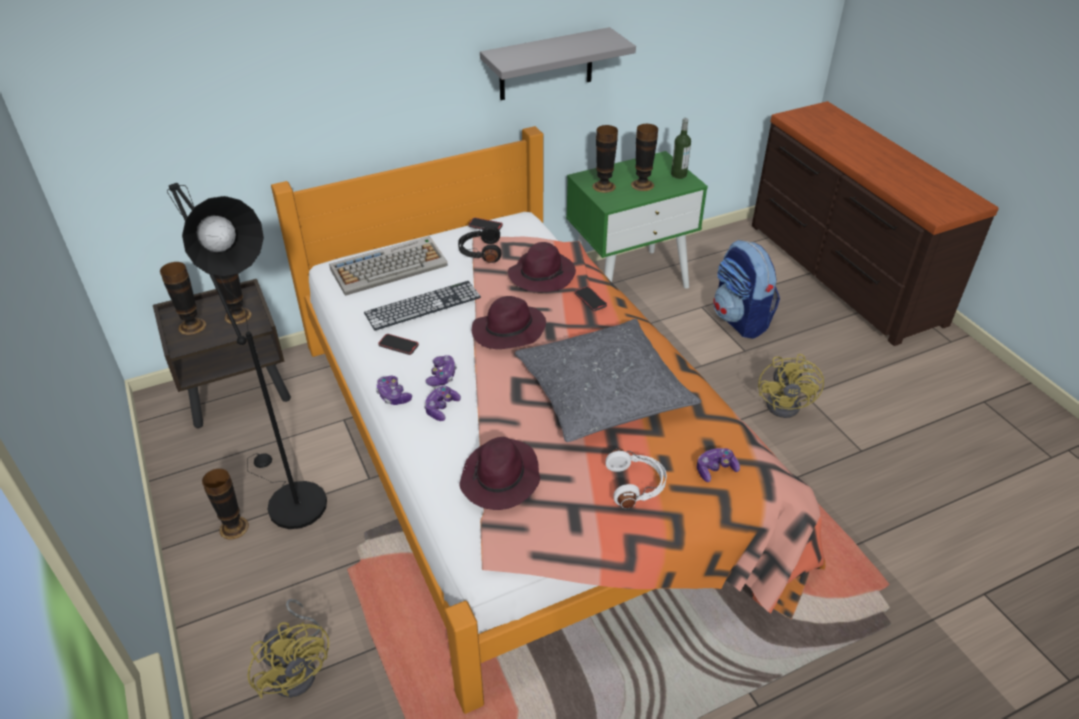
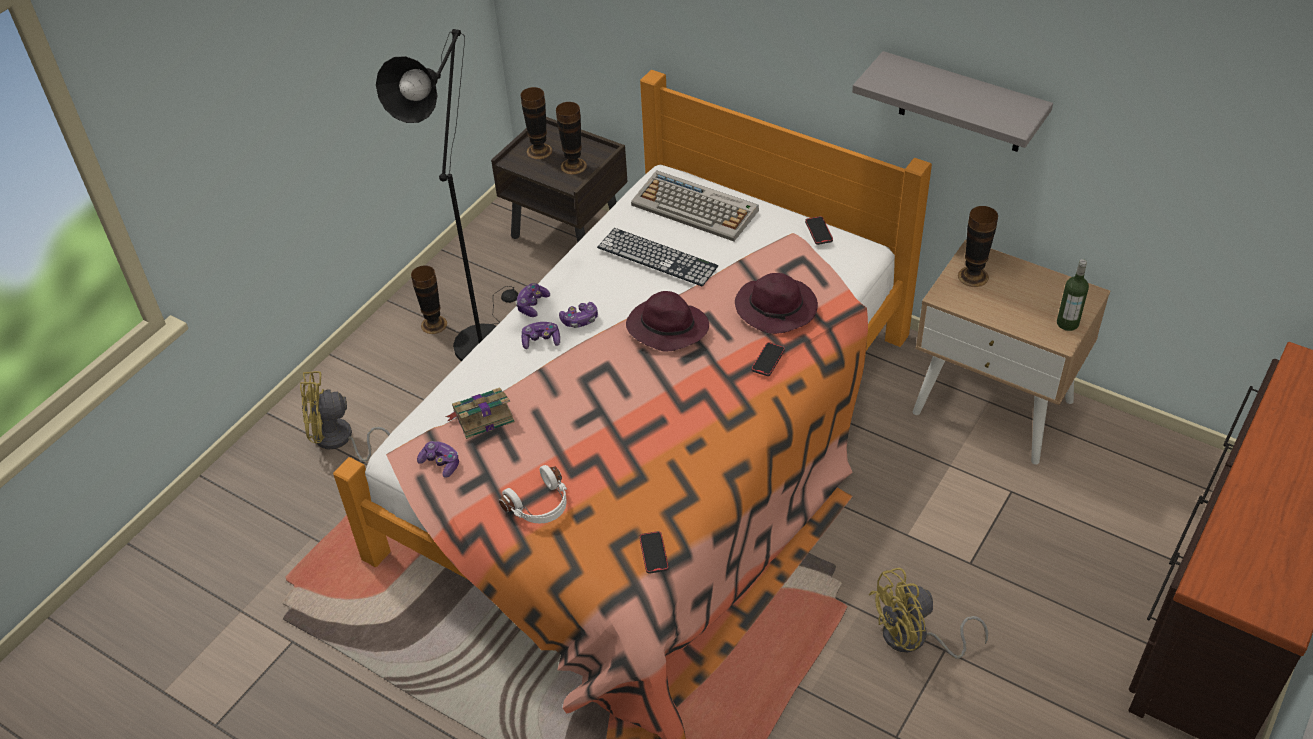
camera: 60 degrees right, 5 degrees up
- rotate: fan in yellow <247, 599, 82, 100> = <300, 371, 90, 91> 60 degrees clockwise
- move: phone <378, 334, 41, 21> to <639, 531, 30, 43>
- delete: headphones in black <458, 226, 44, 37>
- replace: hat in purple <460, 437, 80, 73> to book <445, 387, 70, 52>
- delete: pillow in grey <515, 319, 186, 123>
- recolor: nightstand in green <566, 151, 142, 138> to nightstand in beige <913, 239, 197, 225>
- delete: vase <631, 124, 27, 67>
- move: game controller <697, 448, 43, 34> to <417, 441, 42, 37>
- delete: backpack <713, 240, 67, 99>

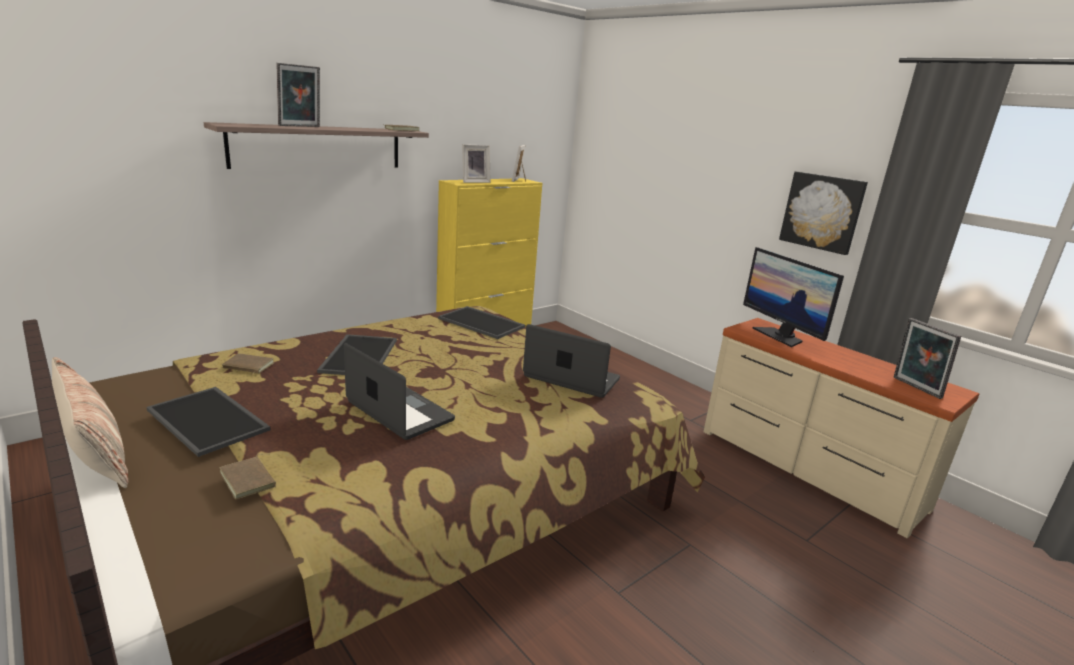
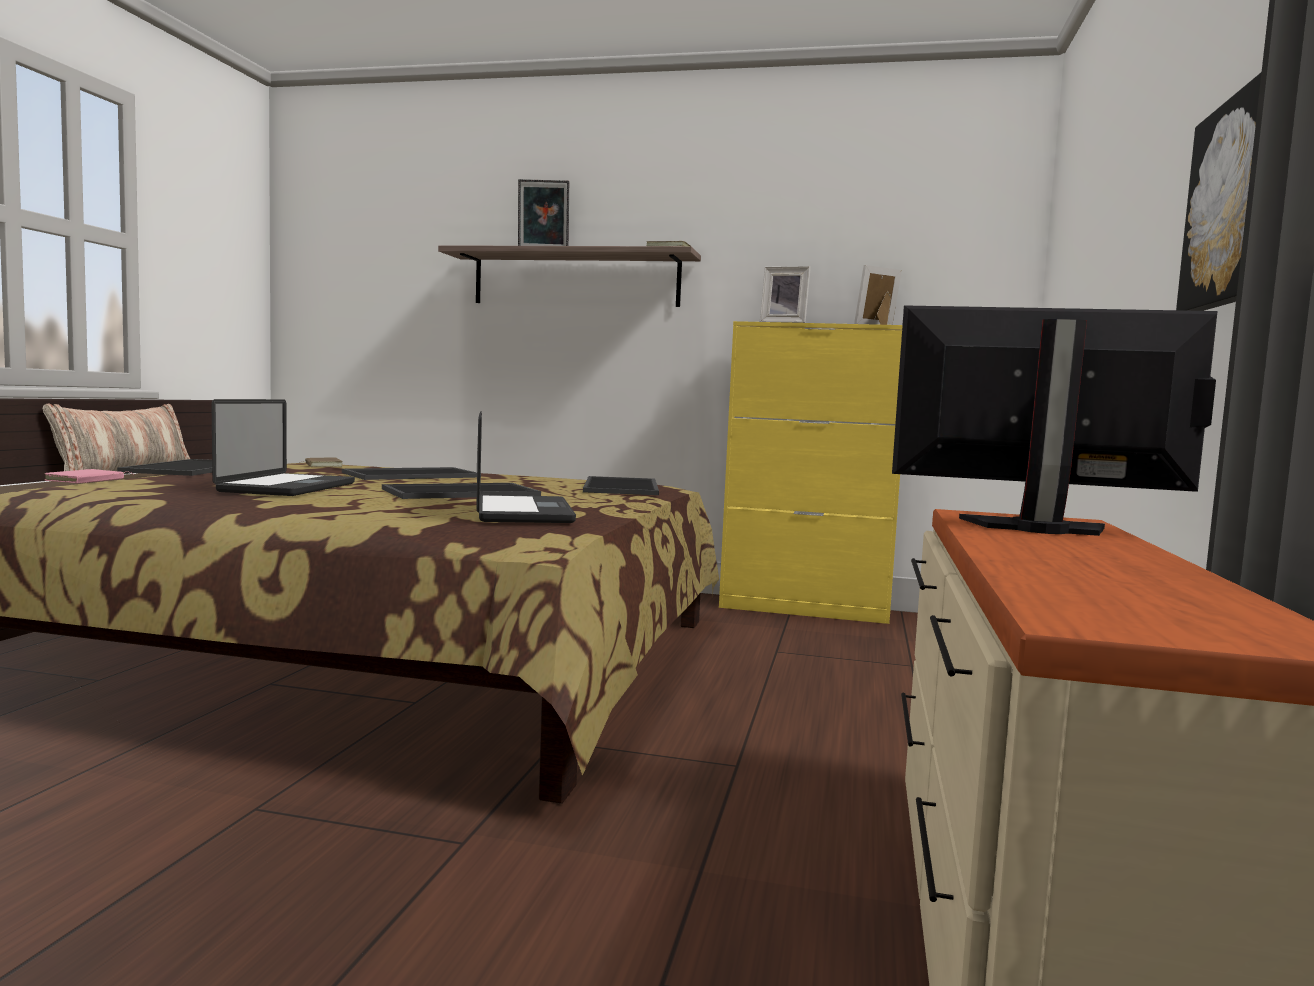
camera: 55 degrees right, 15 degrees down
- recolor: book in brown <220, 454, 56, 46> to book in pink <45, 469, 88, 14>
- rotate: monitor <743, 247, 101, 100> = <892, 305, 326, 231> 75 degrees clockwise
- delete: picture frame <893, 318, 68, 81>
- insert: tray <382, 483, 159, 16>

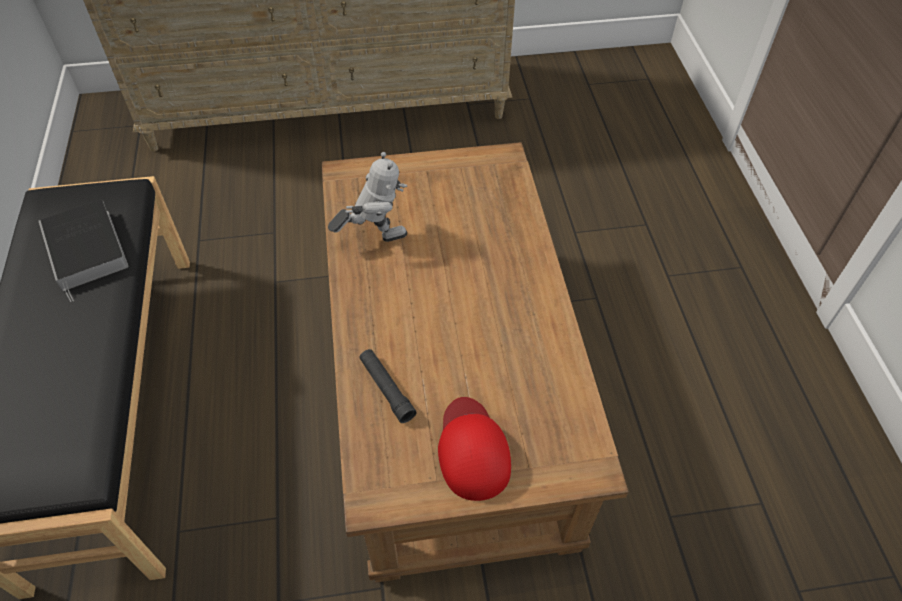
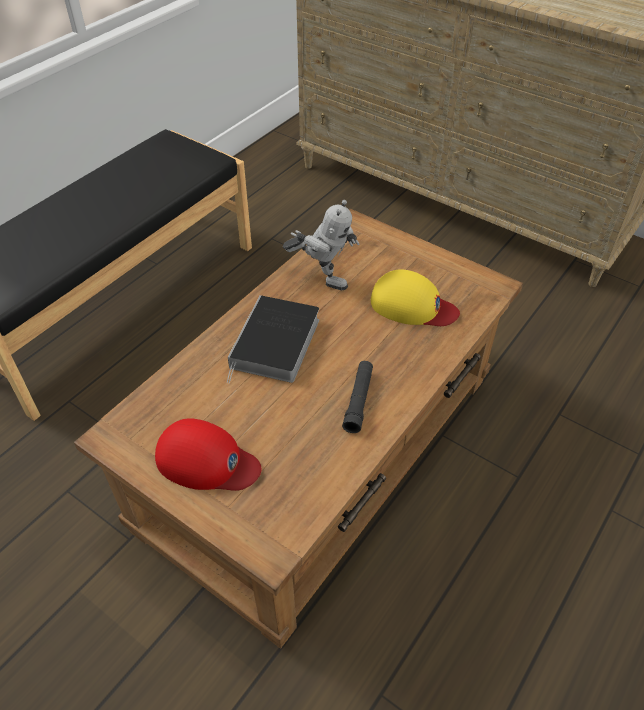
camera: 45 degrees right, 5 degrees down
- move: book <39, 200, 89, 102> to <227, 295, 92, 89>
- move: flashlight in black <360, 349, 57, 74> to <342, 361, 31, 72>
- rotate: cap in red <438, 397, 73, 104> = <155, 418, 106, 73> 75 degrees clockwise
- insert: cap in yellow <371, 269, 89, 57>

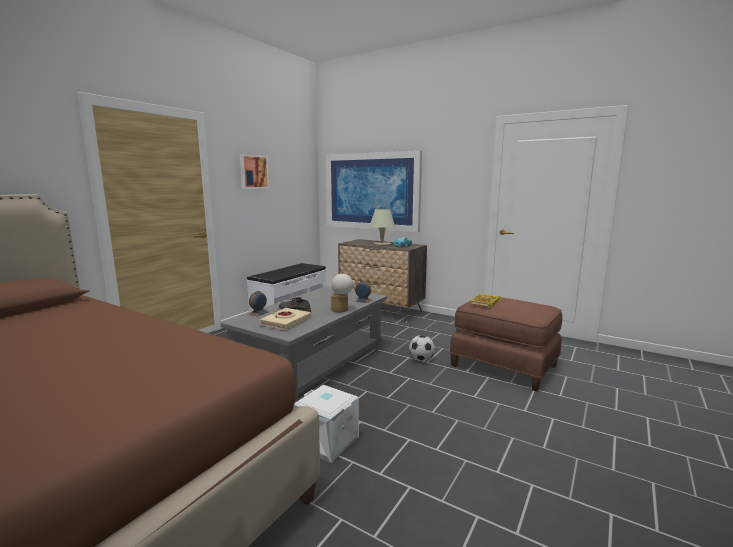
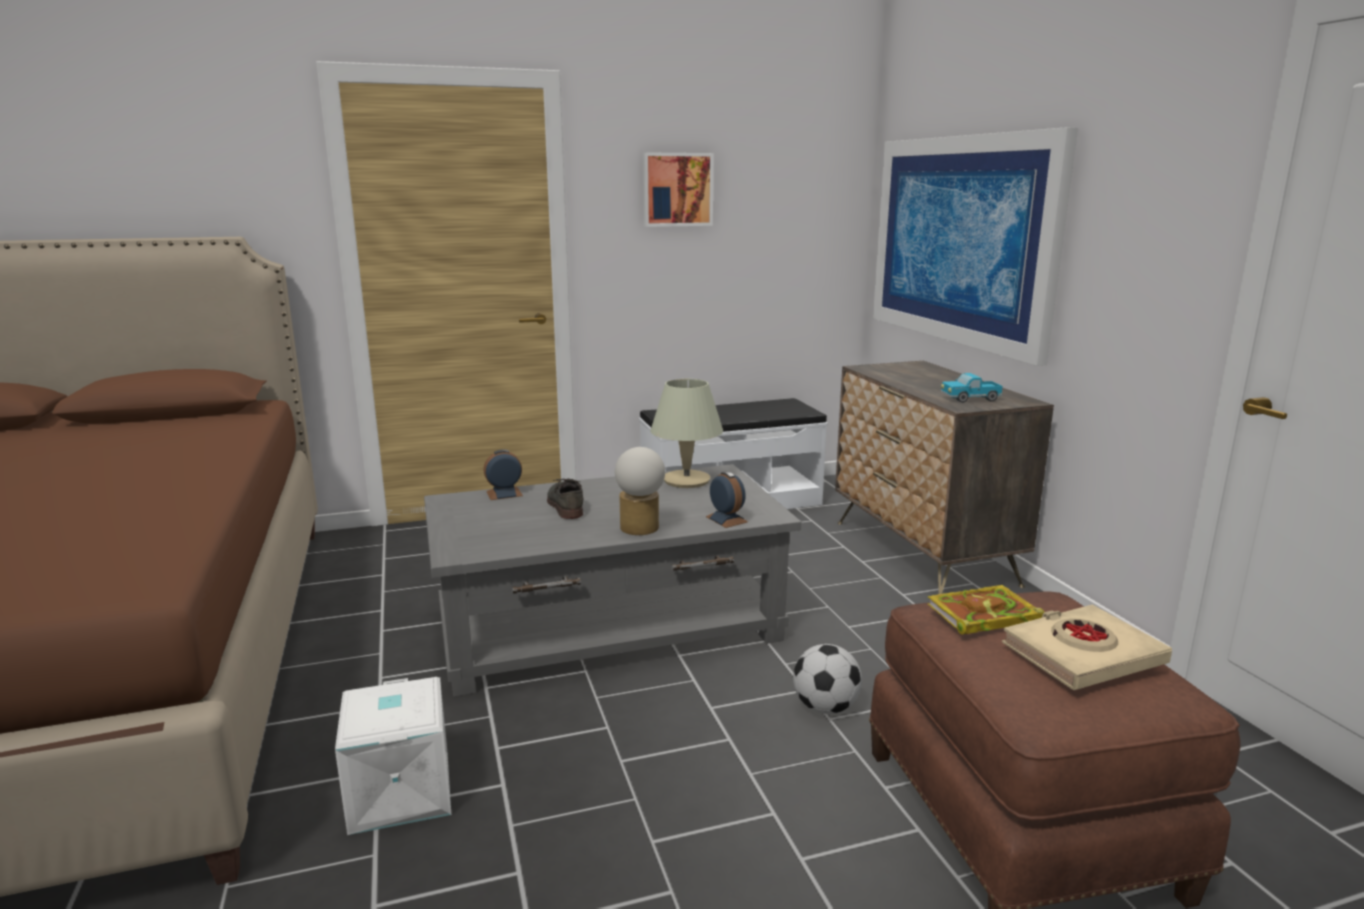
camera: 40 degrees right, 5 degrees up
- move: book in beige <260, 308, 51, 22> to <1002, 604, 170, 86>
- move: table lamp in beige <370, 209, 25, 37> to <650, 379, 73, 109>

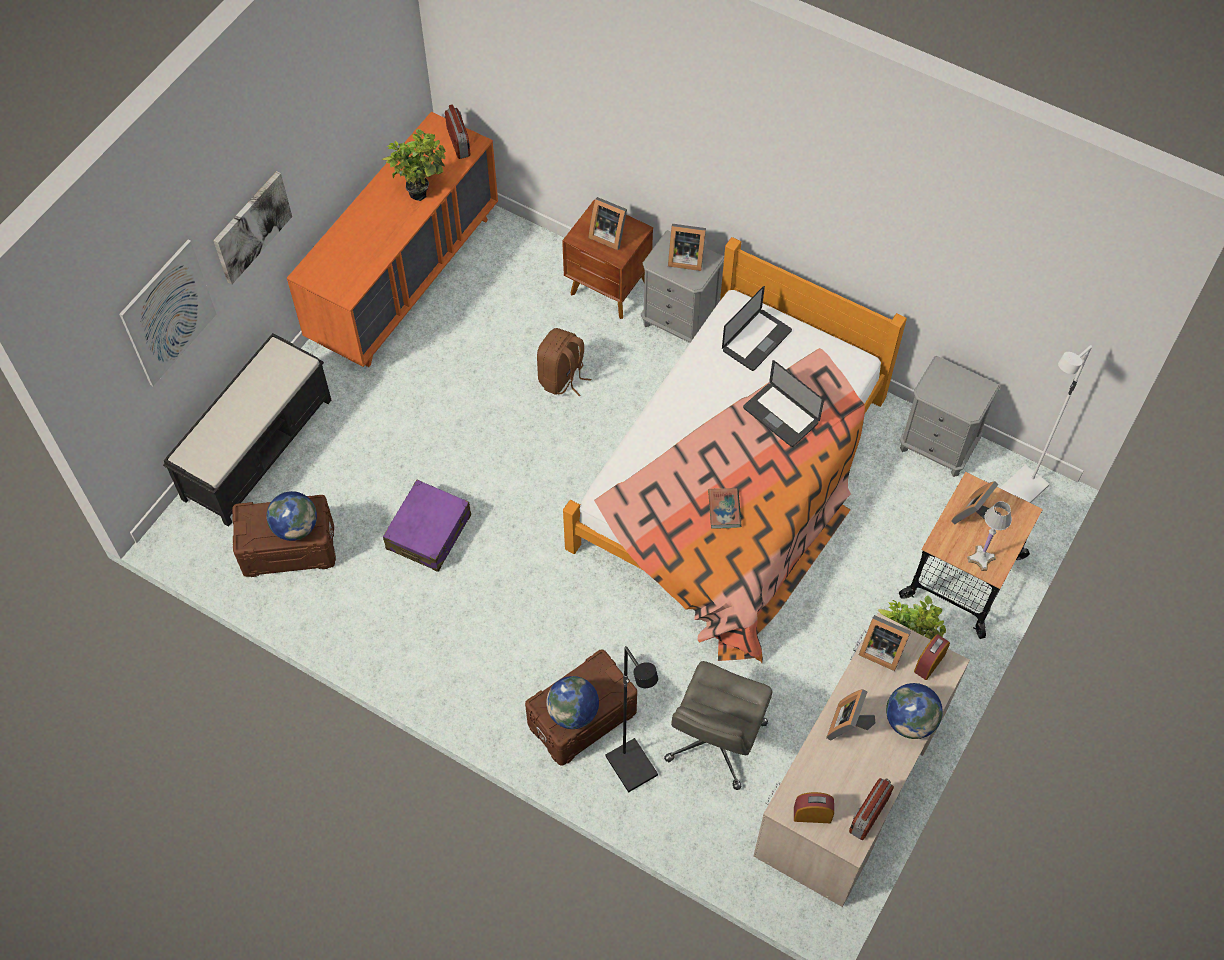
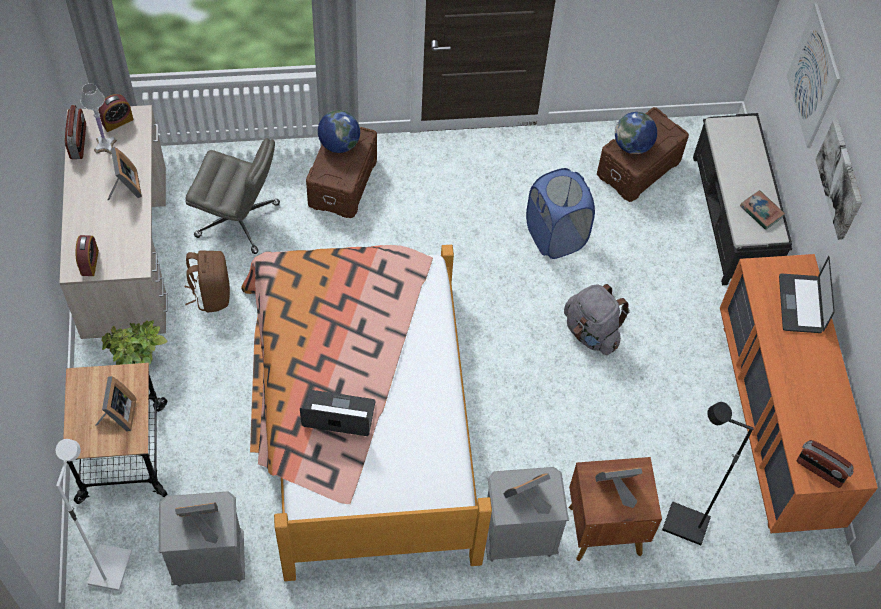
camera: 140 degrees right, 0 degrees up
- delete: potted plant <382, 129, 64, 72>
- replace: suitcase in purple <383, 480, 88, 92> to laundry basket in blue <526, 168, 69, 91>
- move: backpack in brown <537, 328, 54, 69> to <185, 250, 45, 62>
- move: floor lamp in black <605, 646, 53, 147> to <662, 402, 92, 143>
- rotate: office chair in grey <664, 661, 108, 129> = <185, 138, 95, 116> 120 degrees clockwise
- move: book <708, 488, 34, 41> to <740, 190, 45, 40>
- move: laptop <722, 286, 70, 85> to <779, 256, 56, 77>
- move: picture frame <859, 615, 52, 56> to <175, 502, 44, 42>
- delete: globe <886, 683, 57, 56>
- move: table lamp in white <967, 501, 45, 70> to <81, 83, 36, 71>
- insert: backpack in grey <564, 284, 66, 71>

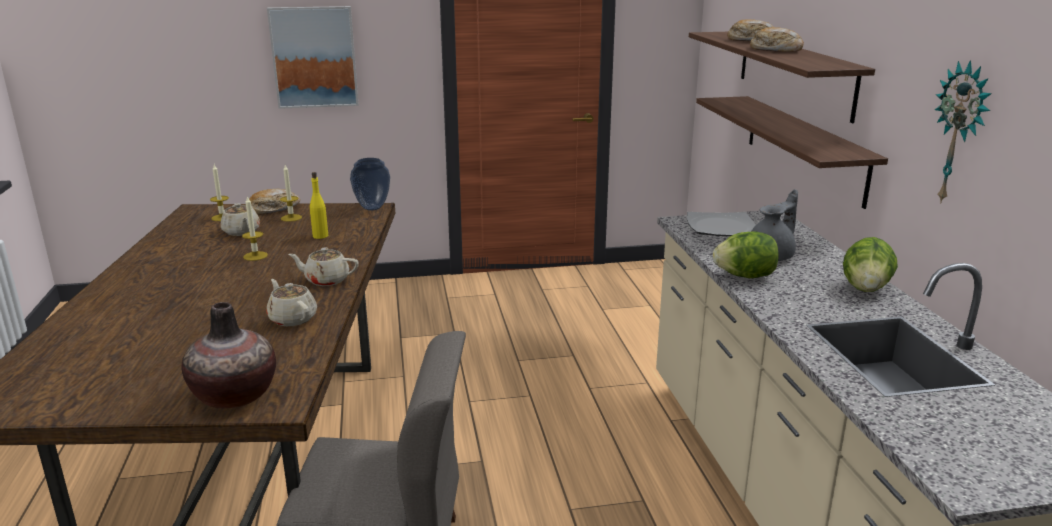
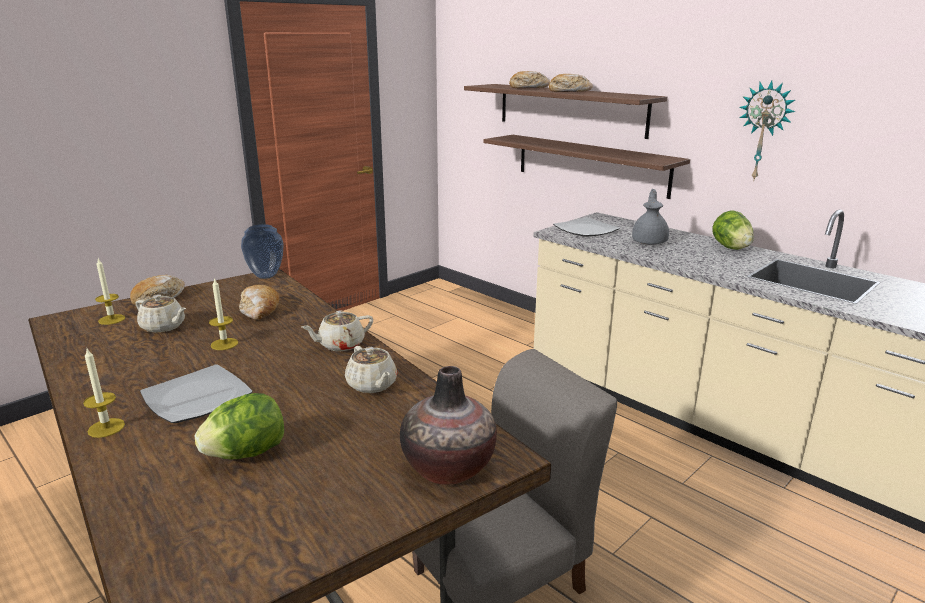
camera: 35 degrees left, 0 degrees up
- rotate: teapot in beige <266, 279, 51, 47> = <345, 346, 52, 47> 135 degrees counterclockwise
- delete: picture <267, 6, 92, 103>
- move: candle <280, 165, 22, 57> to <83, 349, 42, 89>
- replace: bottle in yellow <310, 172, 18, 67> to bread <239, 285, 40, 35>
- move: lettuce <713, 231, 66, 47> to <195, 393, 89, 67>
- insert: plate <140, 364, 113, 59>

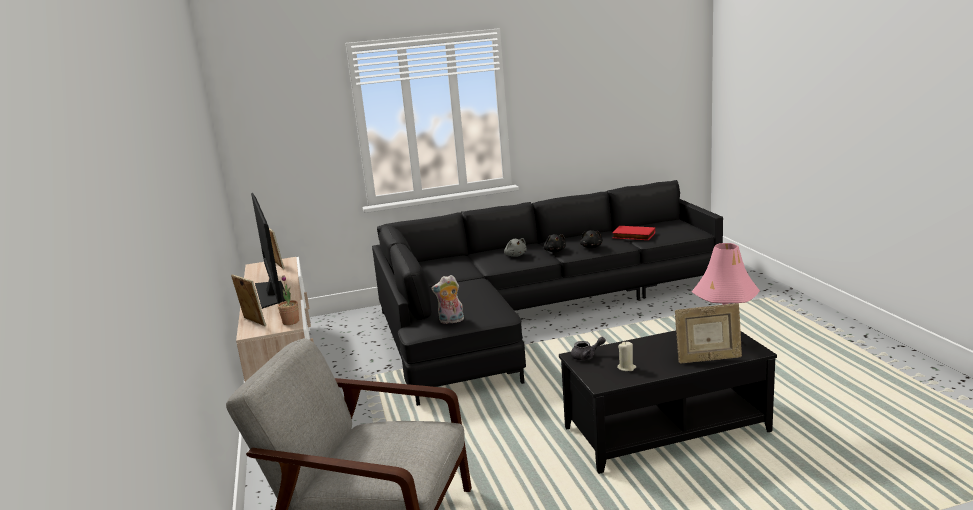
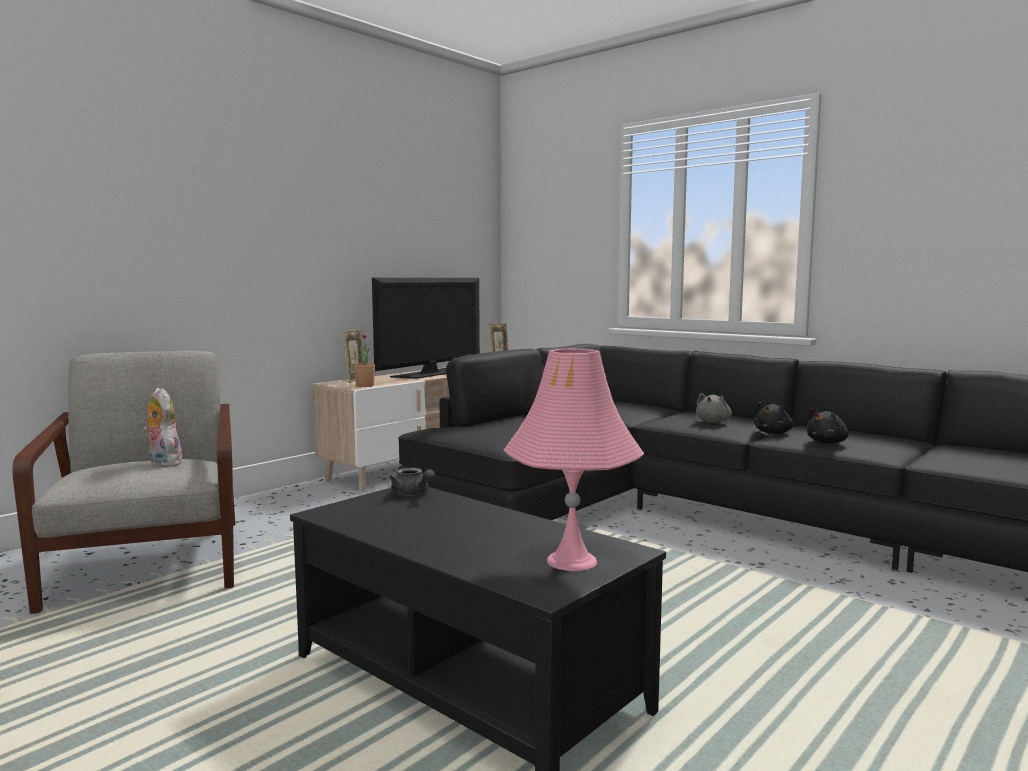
camera: 55 degrees right, 10 degrees down
- move: plush toy <431, 275, 33, 49> to <142, 388, 40, 79>
- delete: book in red <612, 226, 43, 14>
- delete: candle in beige <617, 342, 19, 29>
- delete: picture frame <675, 303, 67, 61>

